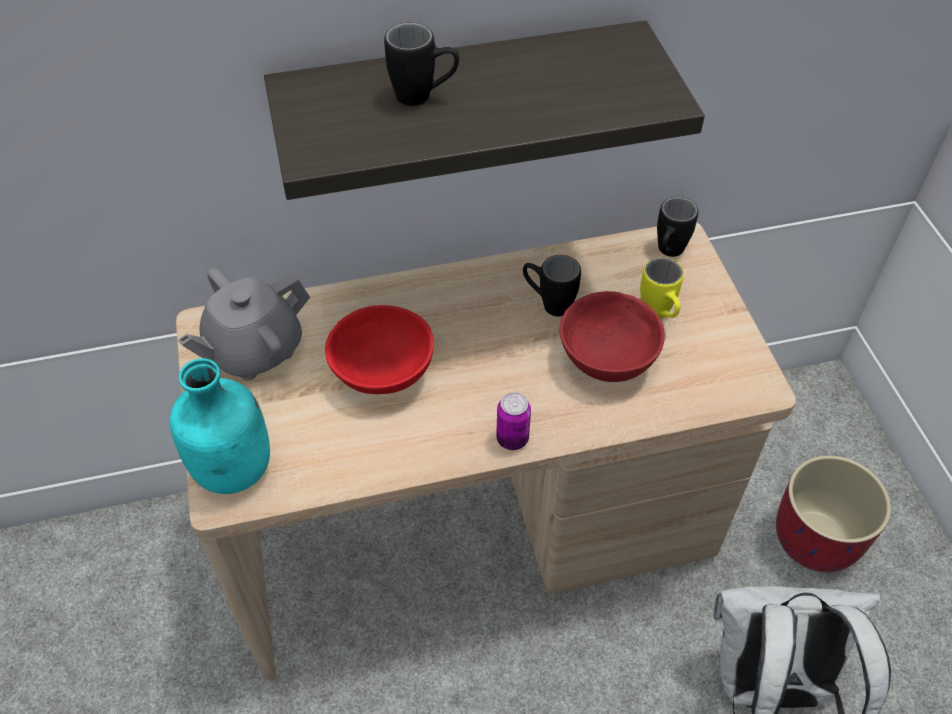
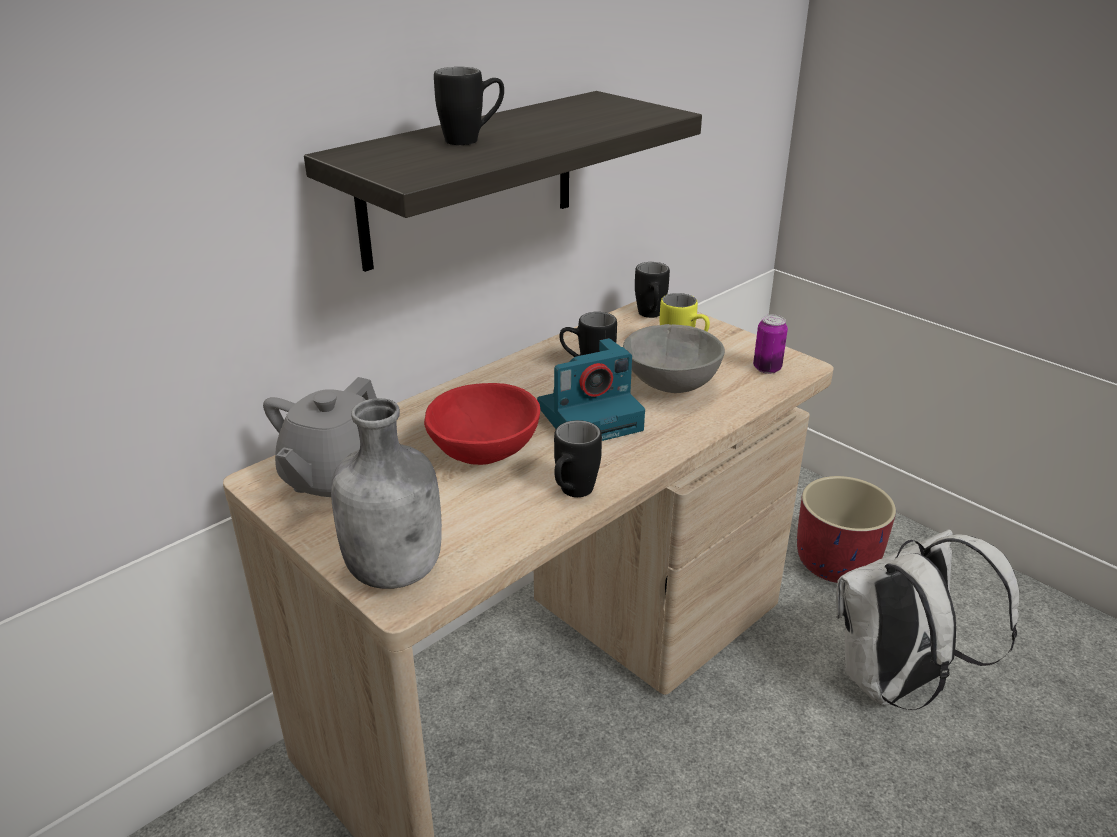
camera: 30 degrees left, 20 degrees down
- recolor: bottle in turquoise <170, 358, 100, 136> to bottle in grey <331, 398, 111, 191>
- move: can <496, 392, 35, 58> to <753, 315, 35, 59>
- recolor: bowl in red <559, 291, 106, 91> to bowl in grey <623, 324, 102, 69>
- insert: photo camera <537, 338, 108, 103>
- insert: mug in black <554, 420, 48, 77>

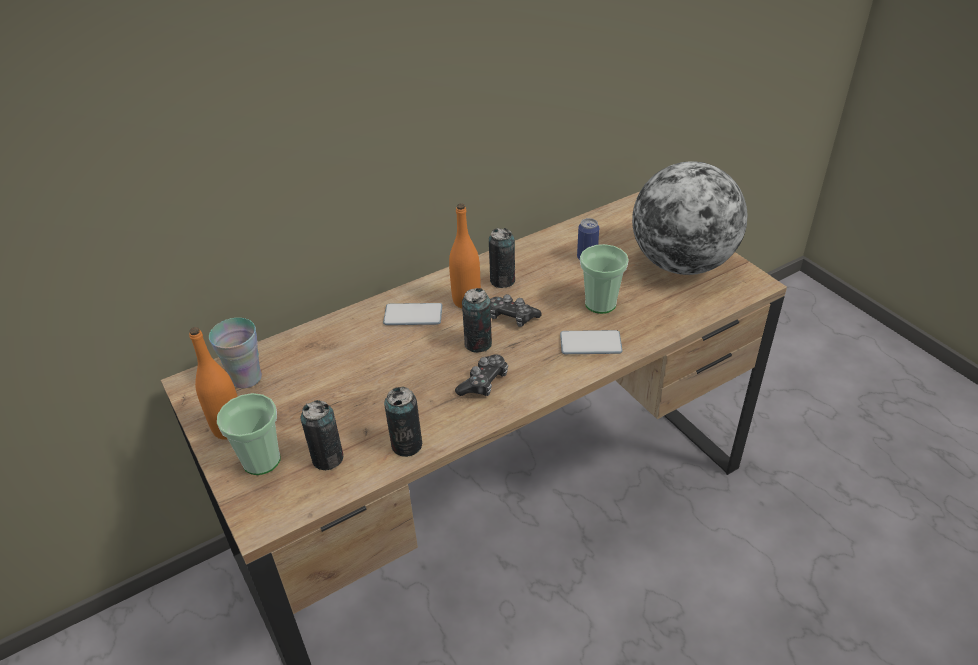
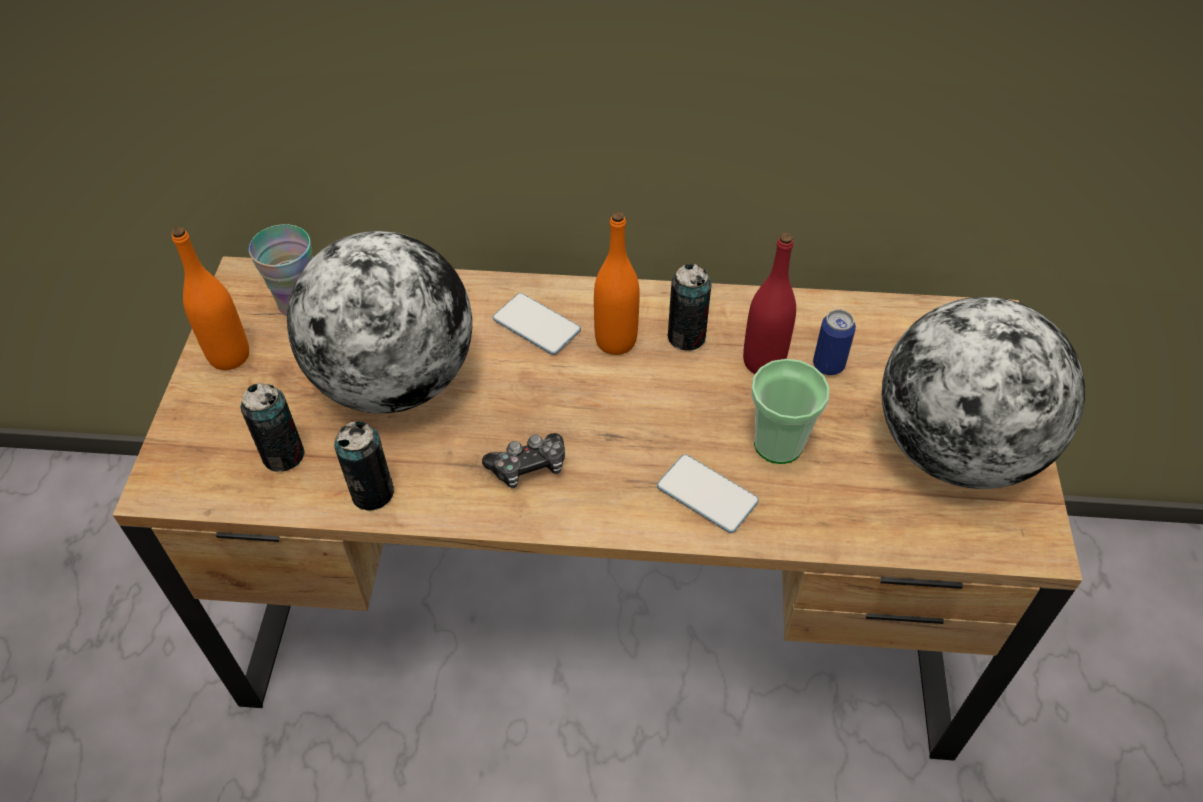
camera: 35 degrees right, 10 degrees up
- delete: cup <217, 393, 63, 82>
- delete: can <462, 288, 30, 65>
- delete: game controller <490, 294, 51, 33>
- insert: globe <287, 231, 185, 183>
- insert: bottle in red <743, 233, 53, 141>

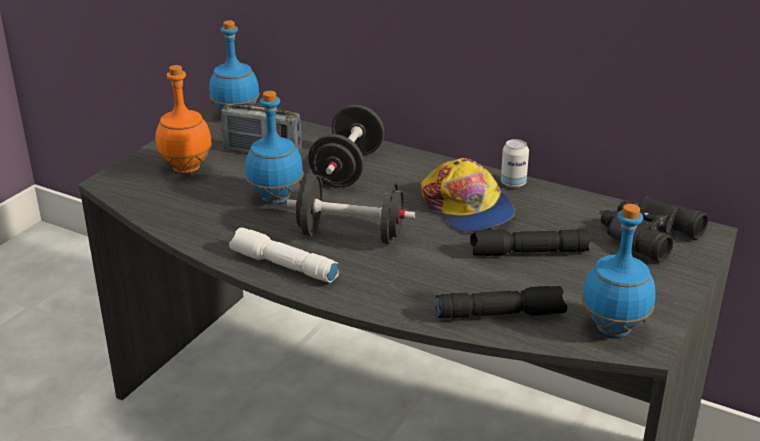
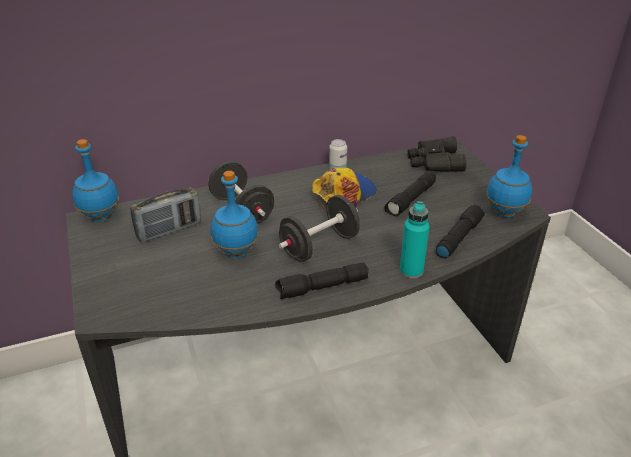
camera: 50 degrees left, 5 degrees up
- delete: bottle in orange <155, 65, 57, 108>
- recolor: flashlight in white <229, 227, 110, 56> to flashlight in black <275, 262, 94, 37>
- rotate: cap <421, 158, 94, 74> = <312, 167, 65, 44> 60 degrees counterclockwise
- insert: bottle in turquoise <400, 201, 30, 77>

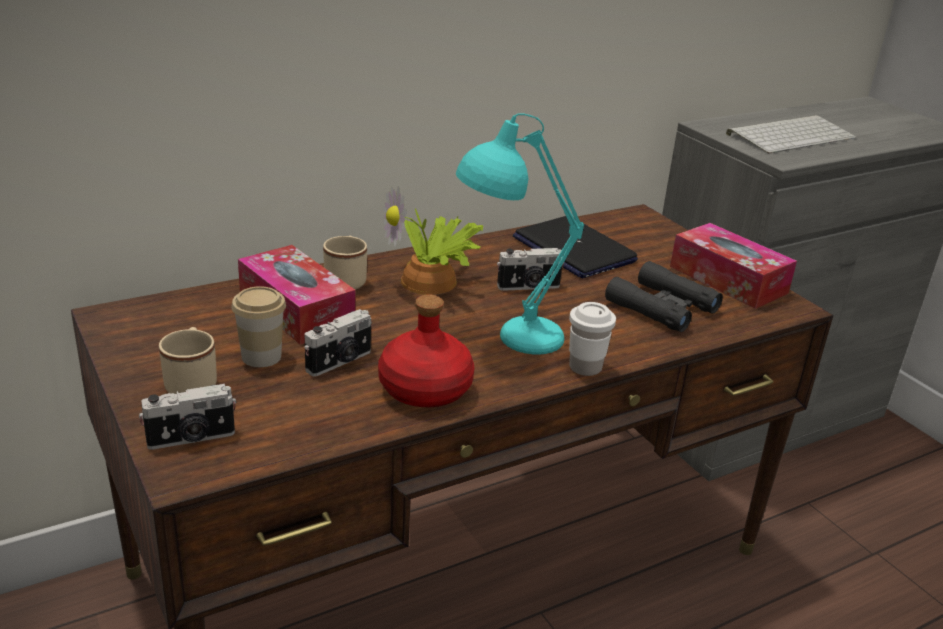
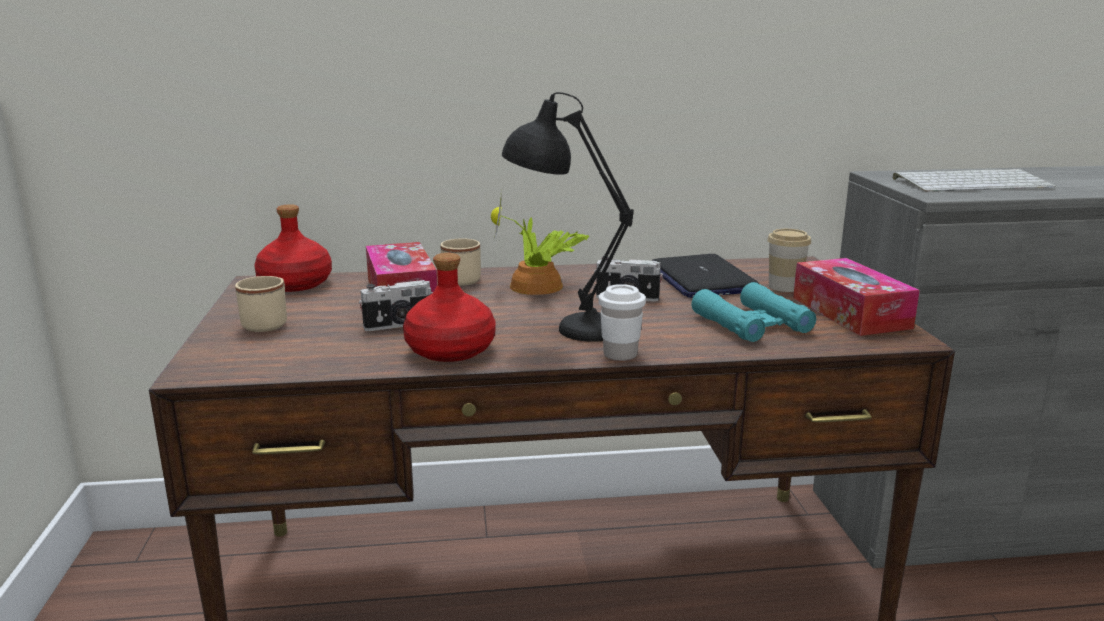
camera: 25 degrees right, 10 degrees down
- delete: photo camera <139, 384, 97, 66>
- move: cup <232, 286, 54, 81> to <767, 229, 44, 63>
- recolor: table lamp in turquoise <456, 113, 128, 242> to table lamp in black <502, 92, 132, 250>
- recolor: binoculars in black <605, 261, 118, 71> to binoculars in turquoise <692, 282, 124, 60>
- insert: bottle in red <255, 204, 77, 88>

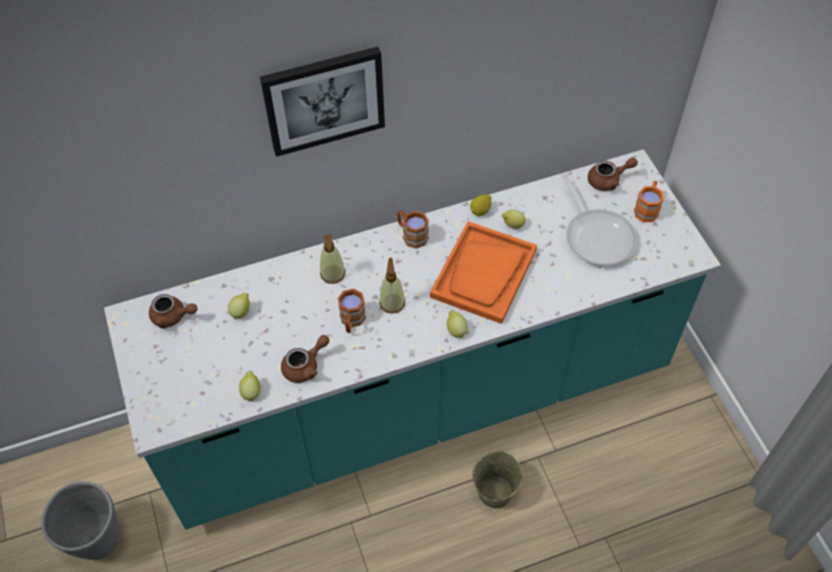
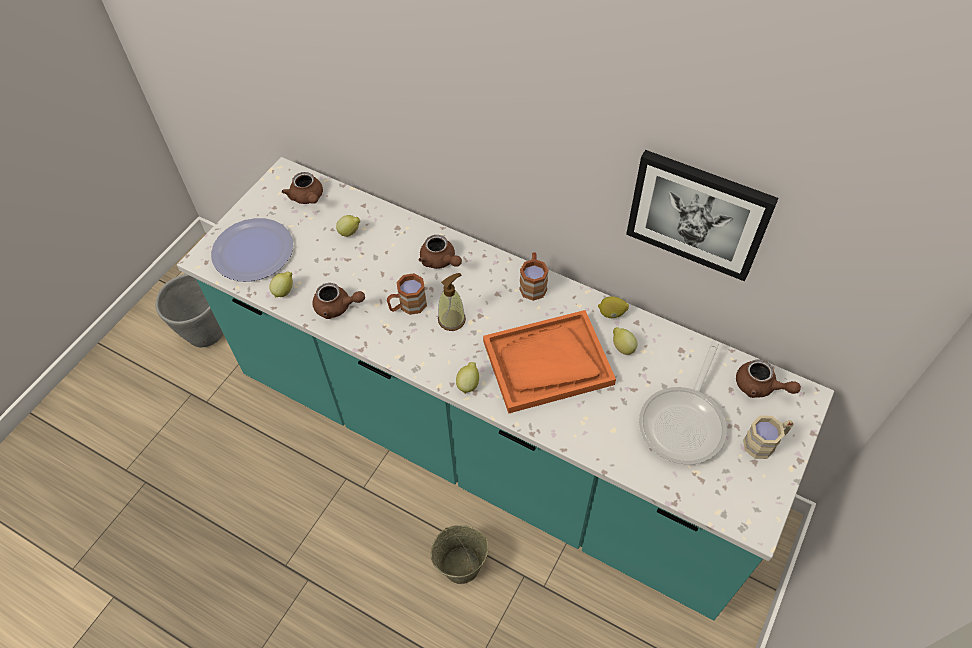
camera: 50 degrees right, 0 degrees up
- move: picture <260, 47, 125, 110> to <626, 150, 153, 132>
- replace: soap dispenser <320, 235, 25, 49> to teapot in brown <419, 235, 43, 34>
- recolor: mug in orange <634, 181, 30, 41> to mug in beige <743, 415, 50, 44>
- insert: plate <211, 218, 82, 63>

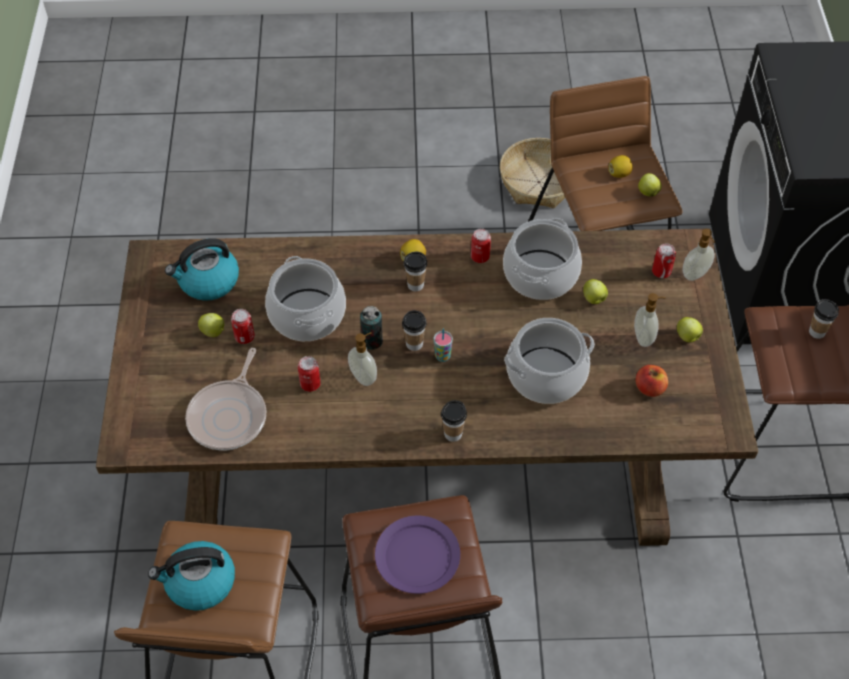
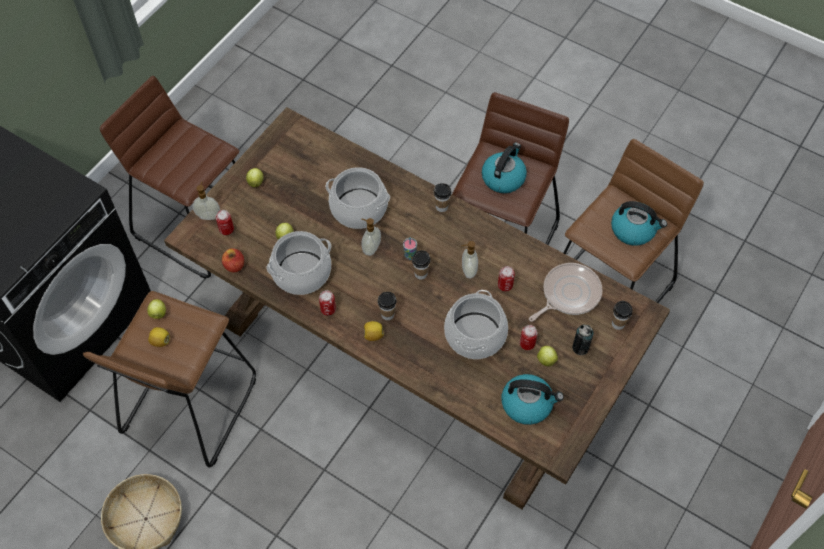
camera: 145 degrees left, 5 degrees up
- move: can <360, 306, 23, 44> to <572, 324, 22, 31>
- replace: plate in purple <375, 516, 85, 78> to kettle <482, 143, 45, 50>
- move: soap dispenser <634, 293, 32, 54> to <361, 218, 20, 38>
- move: apple <636, 365, 32, 32> to <222, 248, 22, 24>
- move: cup <809, 299, 30, 40> to <612, 301, 21, 29>

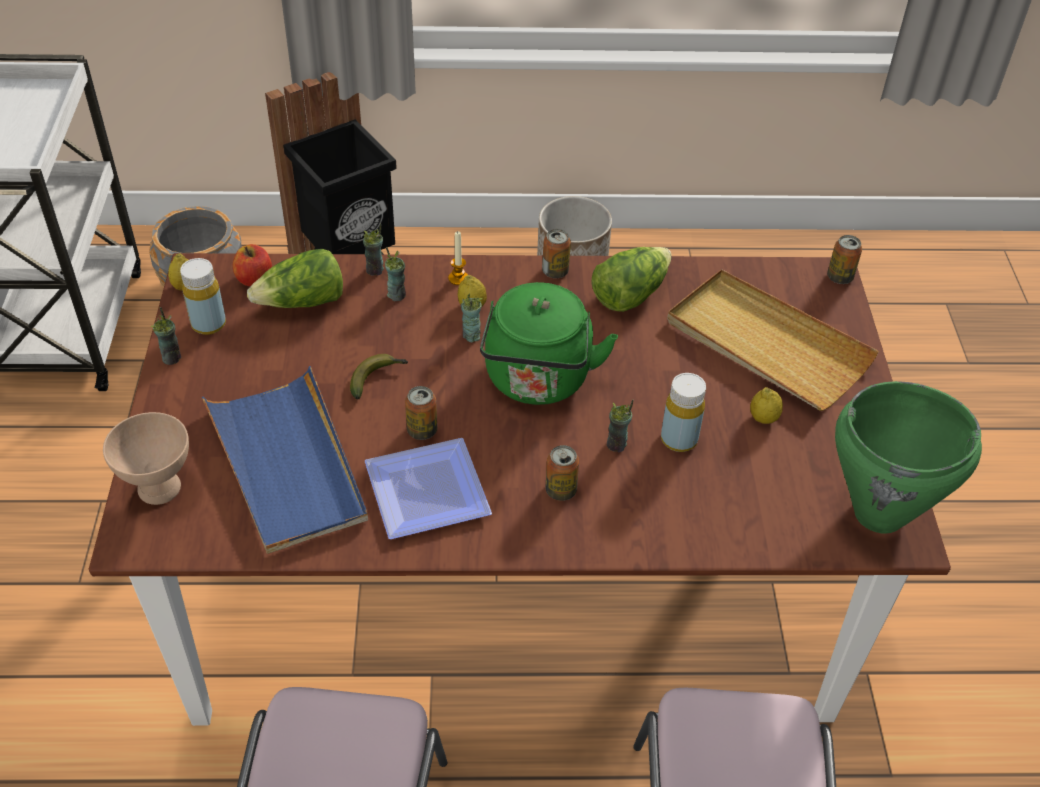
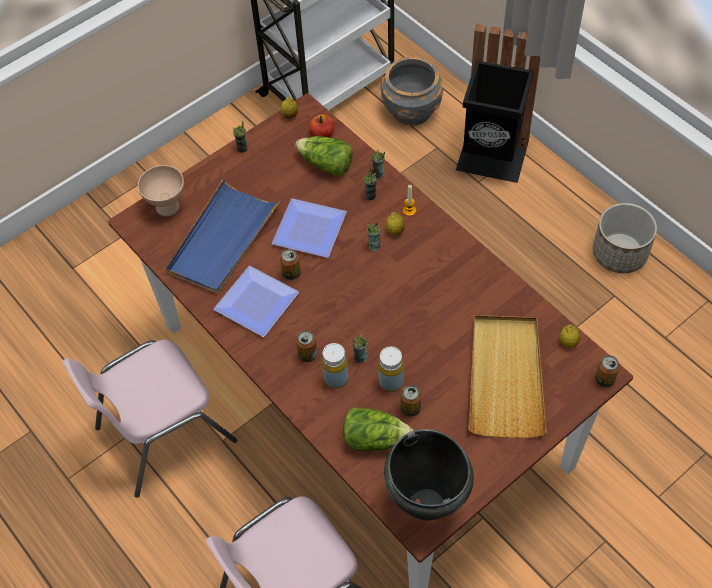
camera: 55 degrees right, 10 degrees up
- move: bottle in yellow <180, 258, 46, 77> to <322, 343, 26, 45>
- replace: banana <350, 354, 58, 45> to plate <272, 198, 75, 60>
- delete: kettle in green <480, 282, 138, 123>
- move: can <542, 229, 29, 49> to <401, 385, 20, 32>
- move: lettuce <591, 247, 81, 65> to <343, 407, 71, 44>
- move: lemon <750, 387, 33, 37> to <560, 325, 21, 23>
- recolor: cooking pot in green <835, 381, 147, 152> to cooking pot in black <384, 429, 90, 92>

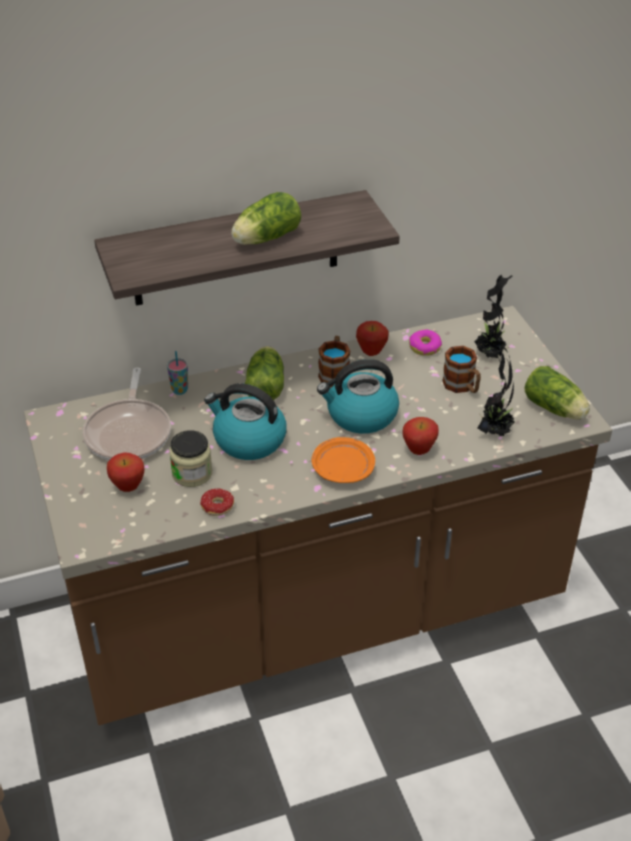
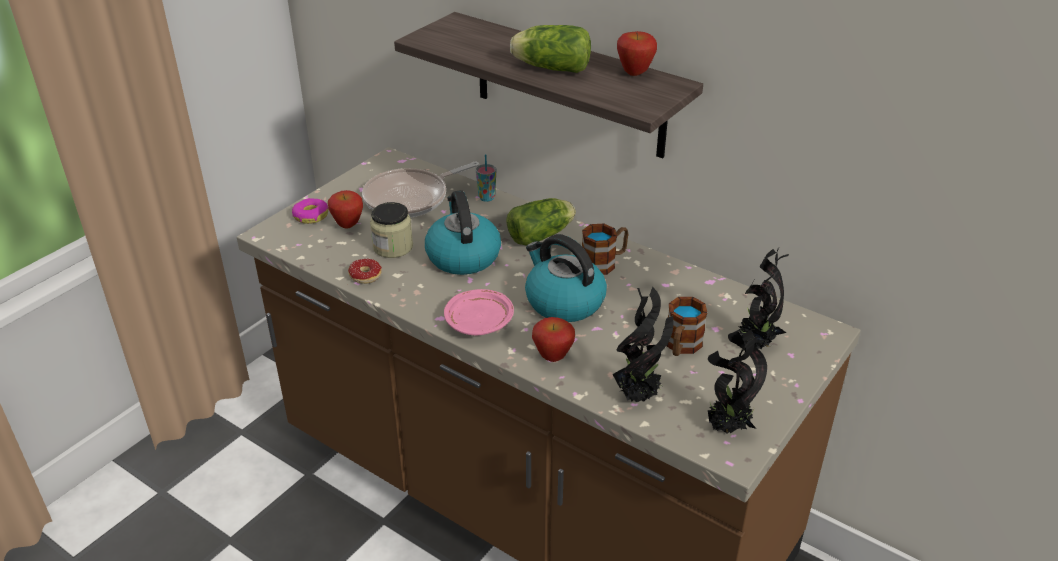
camera: 55 degrees right, 5 degrees down
- recolor: plate in orange <312, 437, 63, 46> to plate in pink <444, 289, 70, 46>
- move: apple <356, 321, 32, 35> to <617, 31, 40, 45>
- move: donut <409, 330, 33, 26> to <292, 198, 36, 26>
- replace: lettuce <524, 366, 66, 53> to potted plant <708, 328, 59, 106>

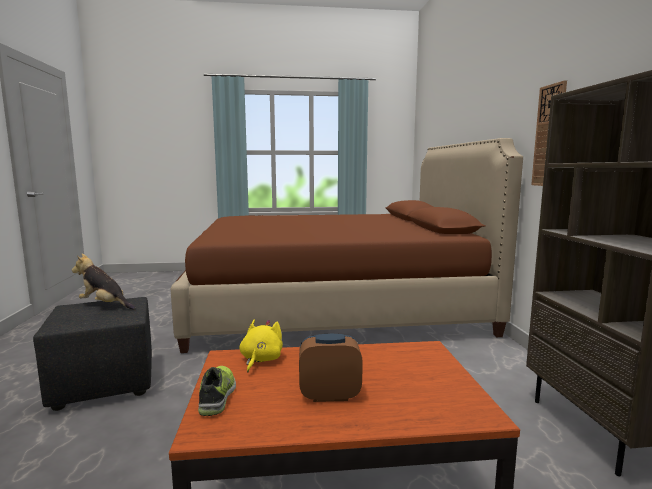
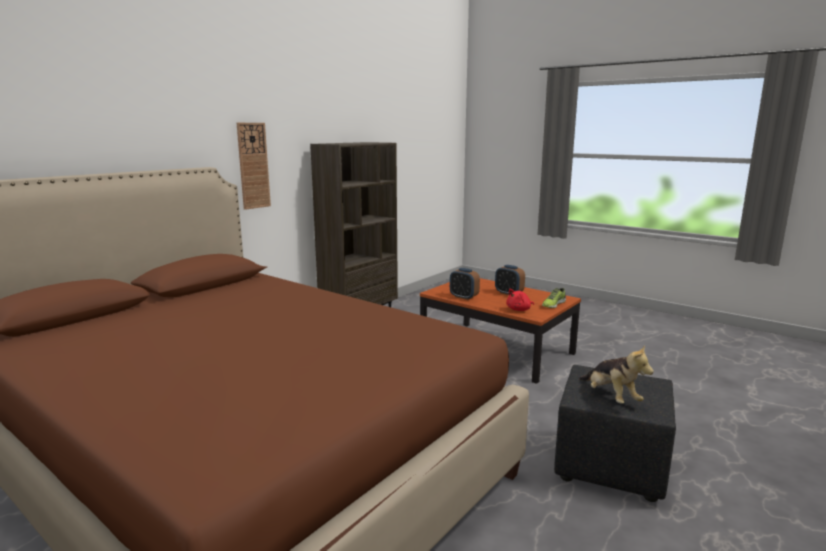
camera: 135 degrees left, 5 degrees up
- recolor: plush toy in yellow <240, 319, 43, 53> to plush toy in red <507, 289, 27, 22>
- insert: alarm clock <450, 268, 30, 32>

